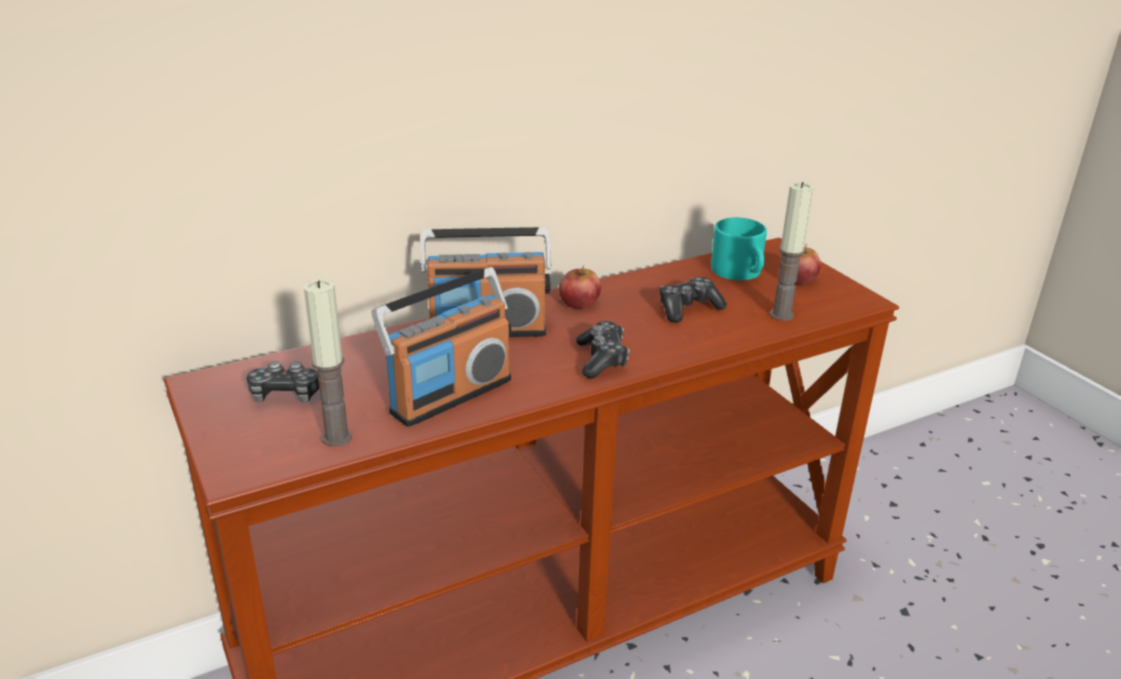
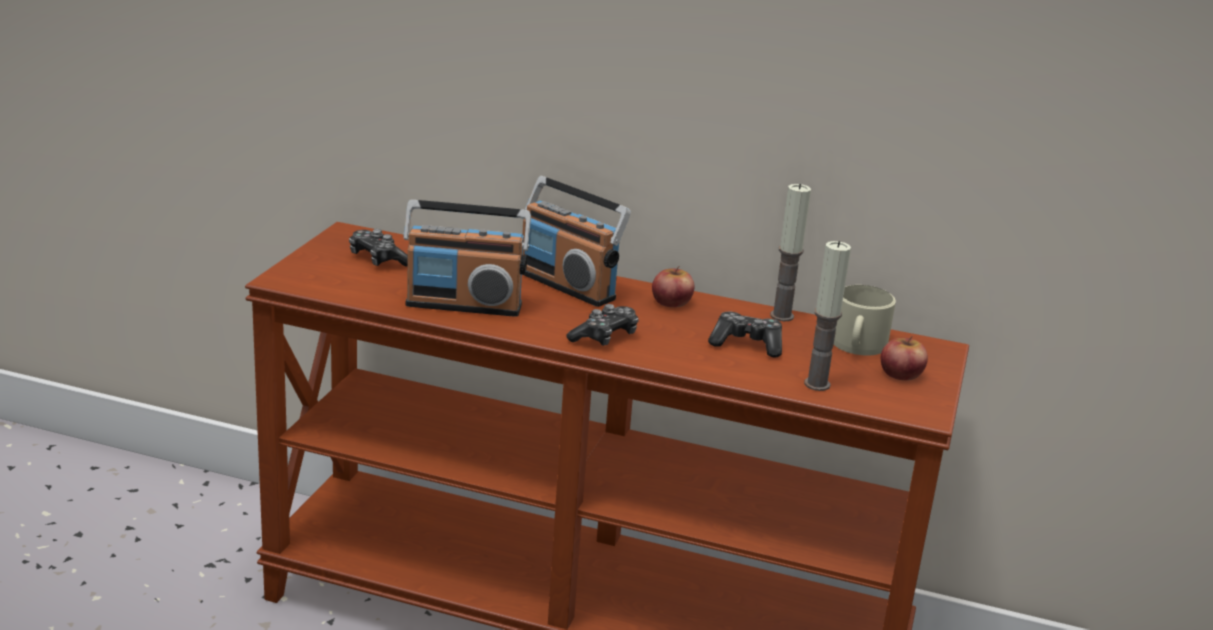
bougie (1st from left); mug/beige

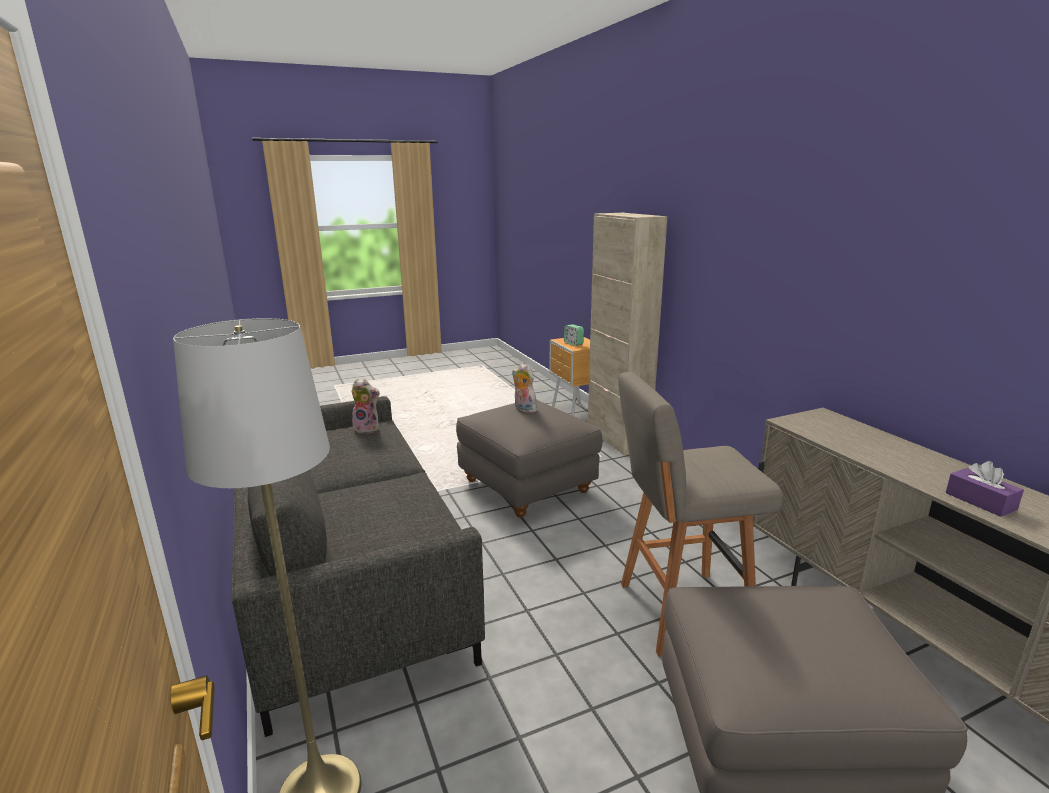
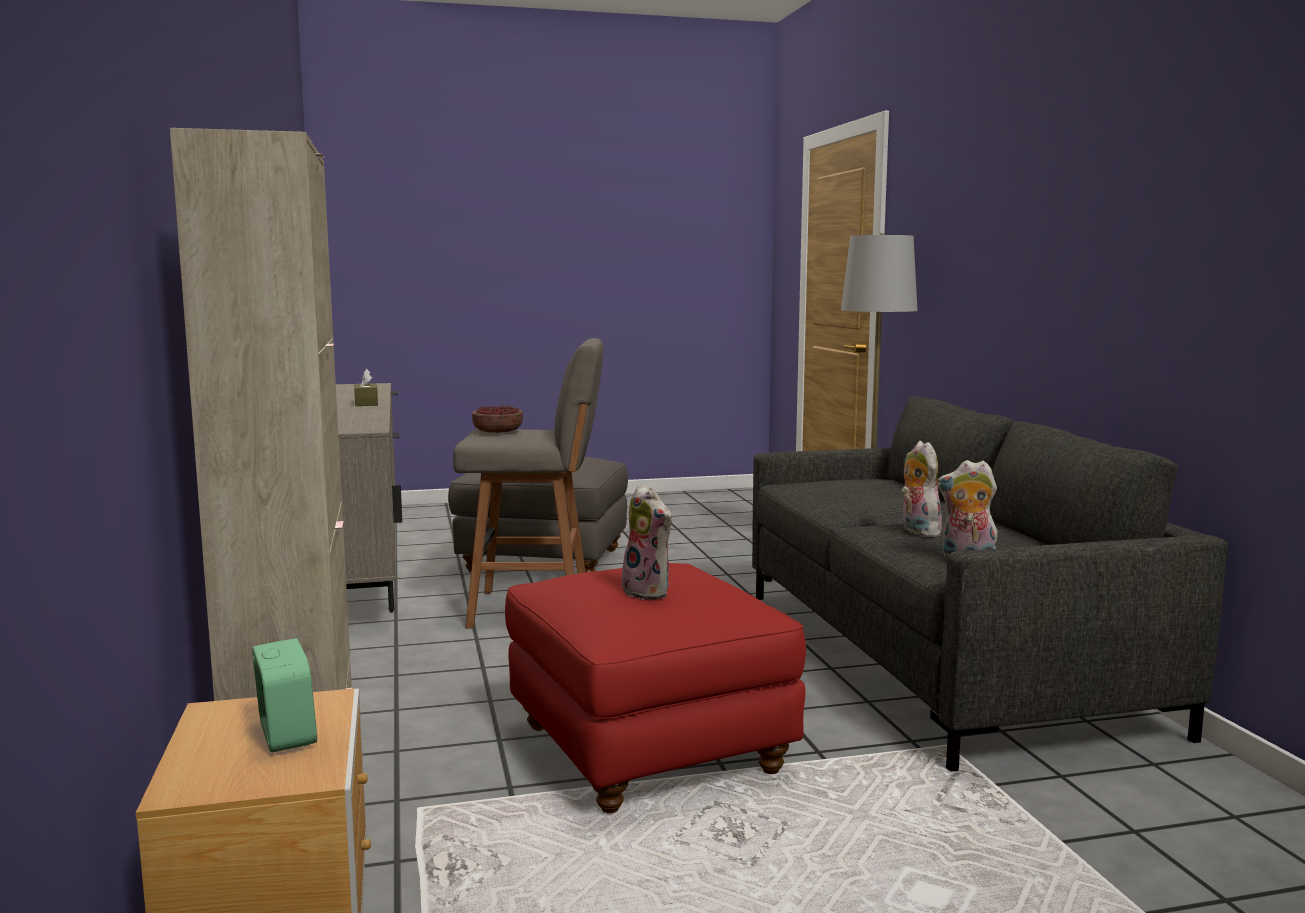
pouf/rouge; boîte à mouchoirs/marron; bol; peluche (2nd from left)

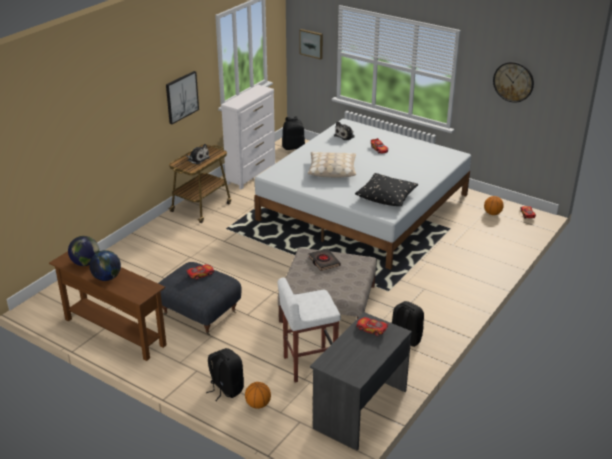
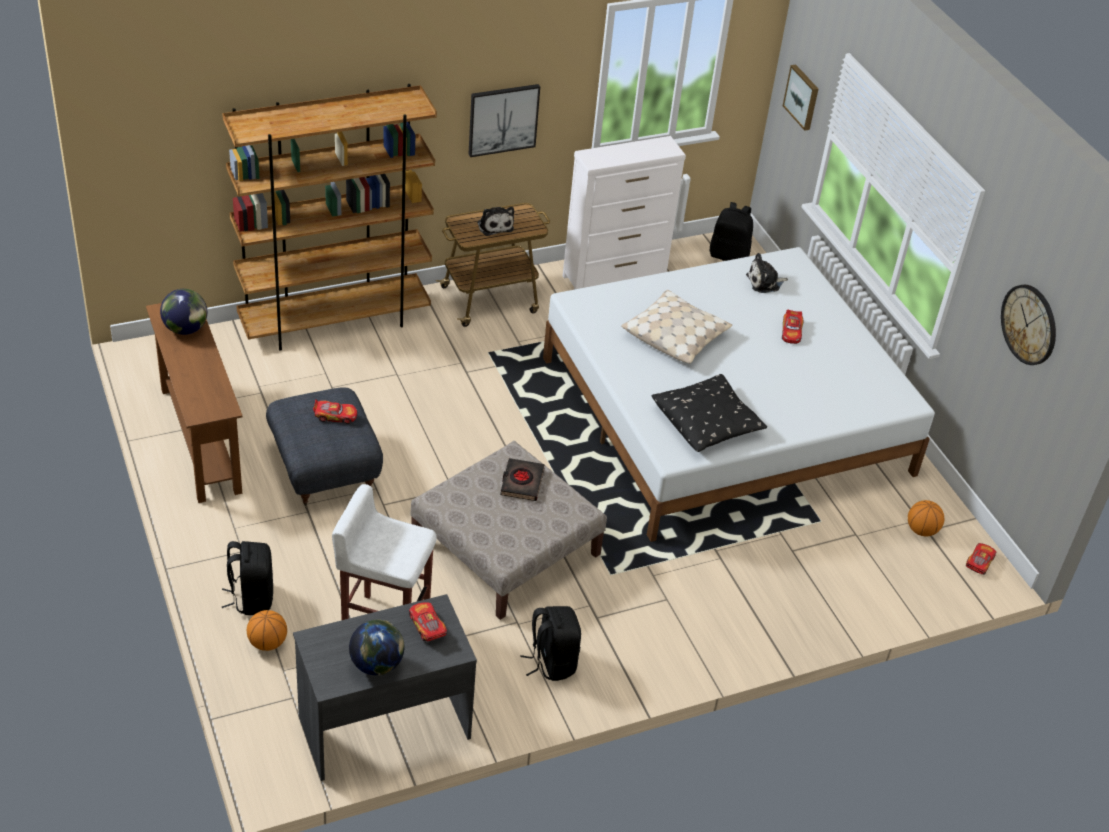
globe (2nd from left); bibliothèque/marron

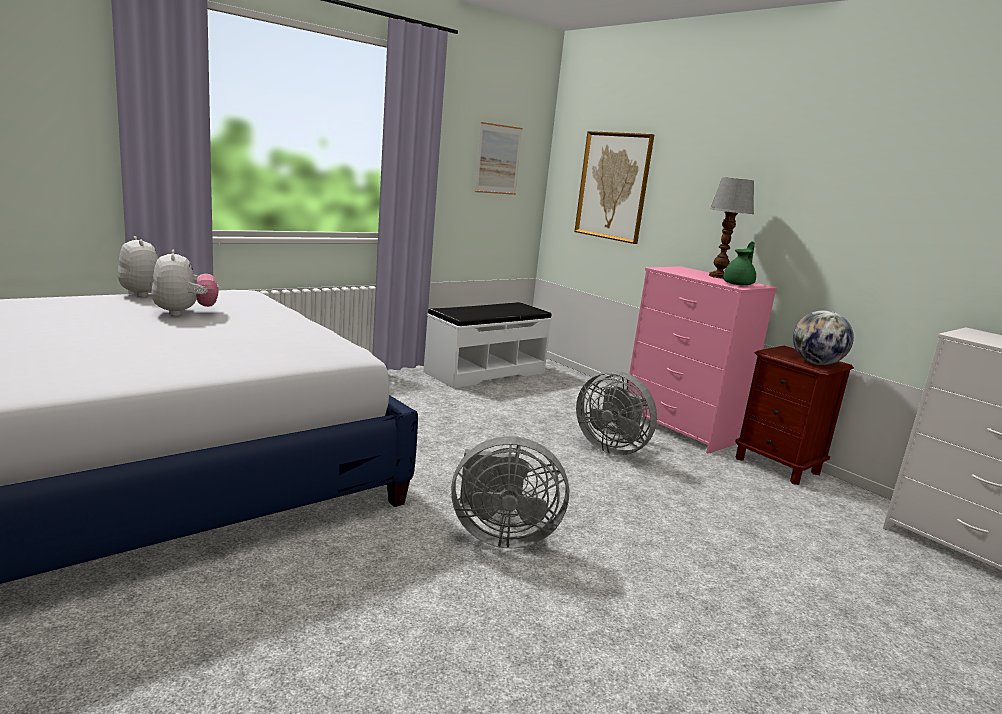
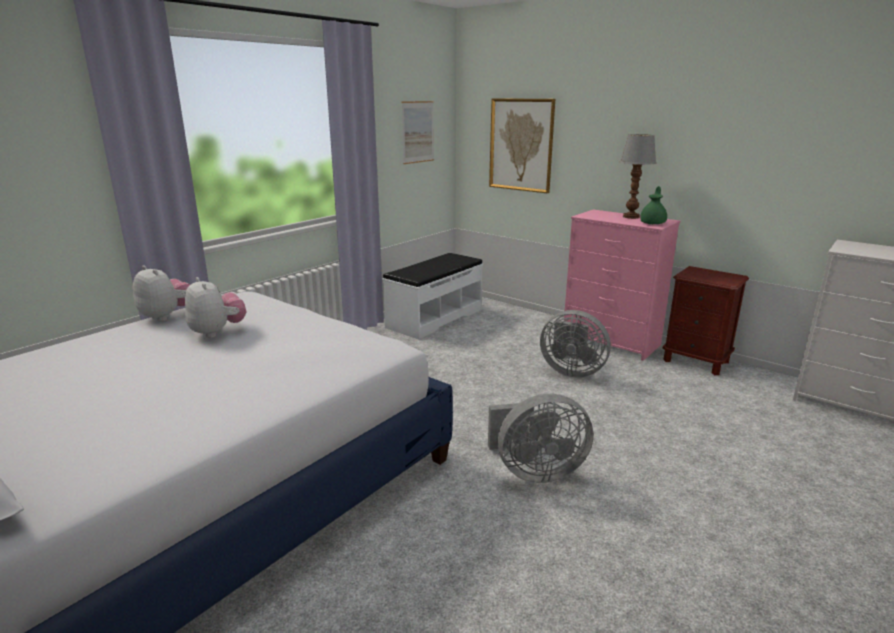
globe

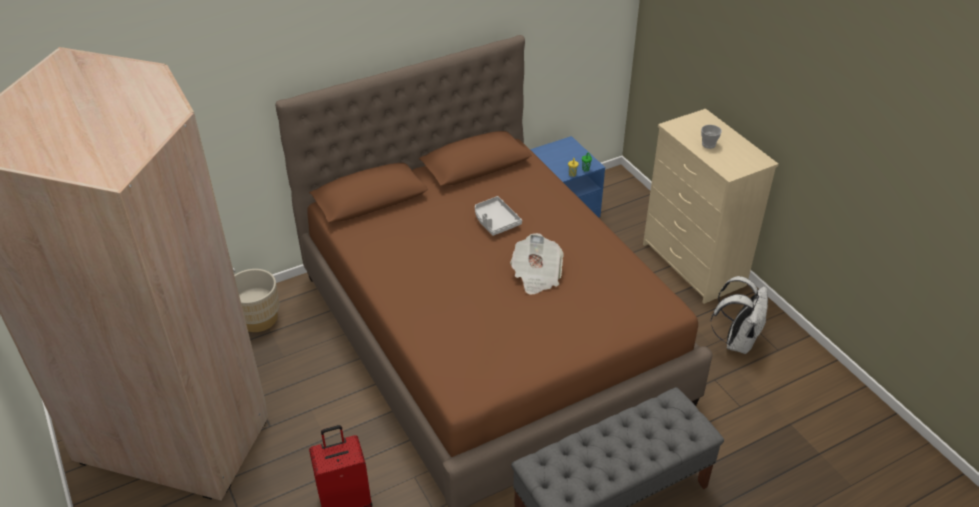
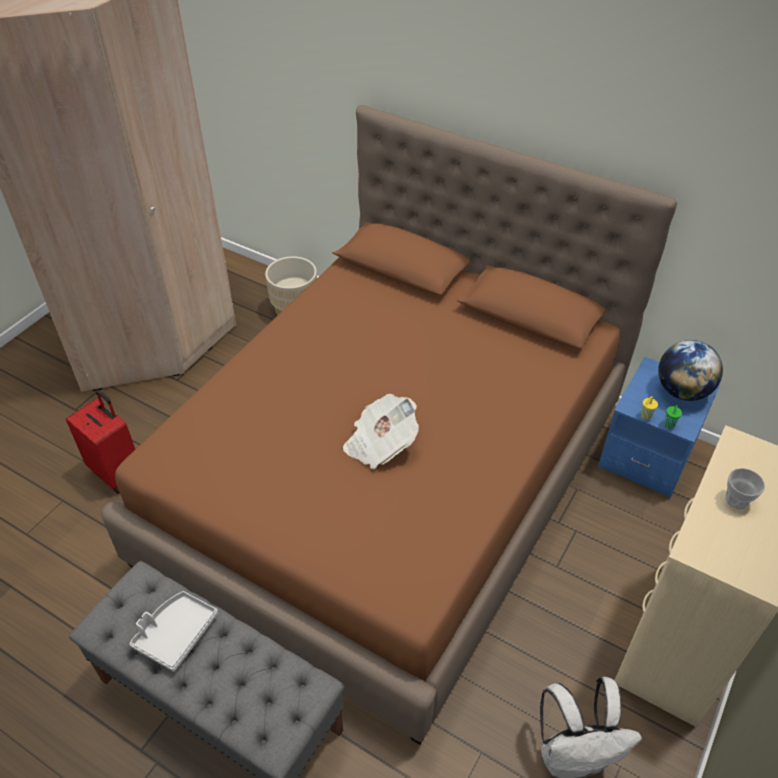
plateau/gris; globe

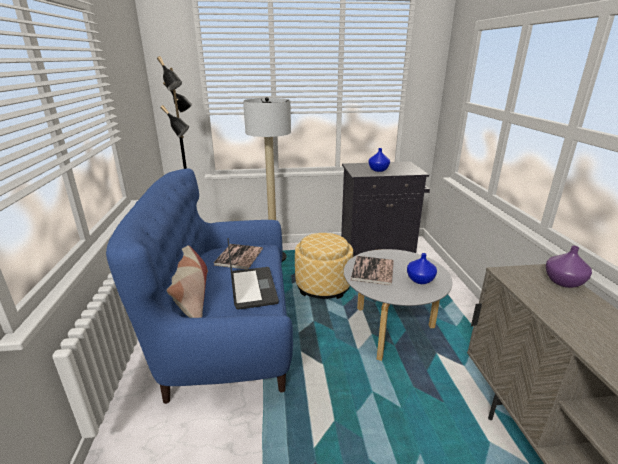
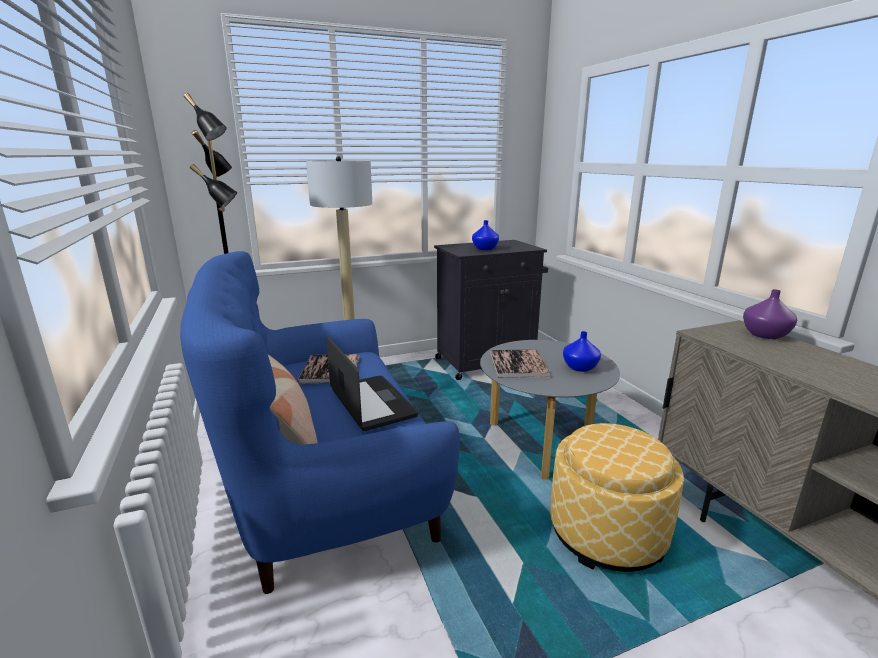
pouf

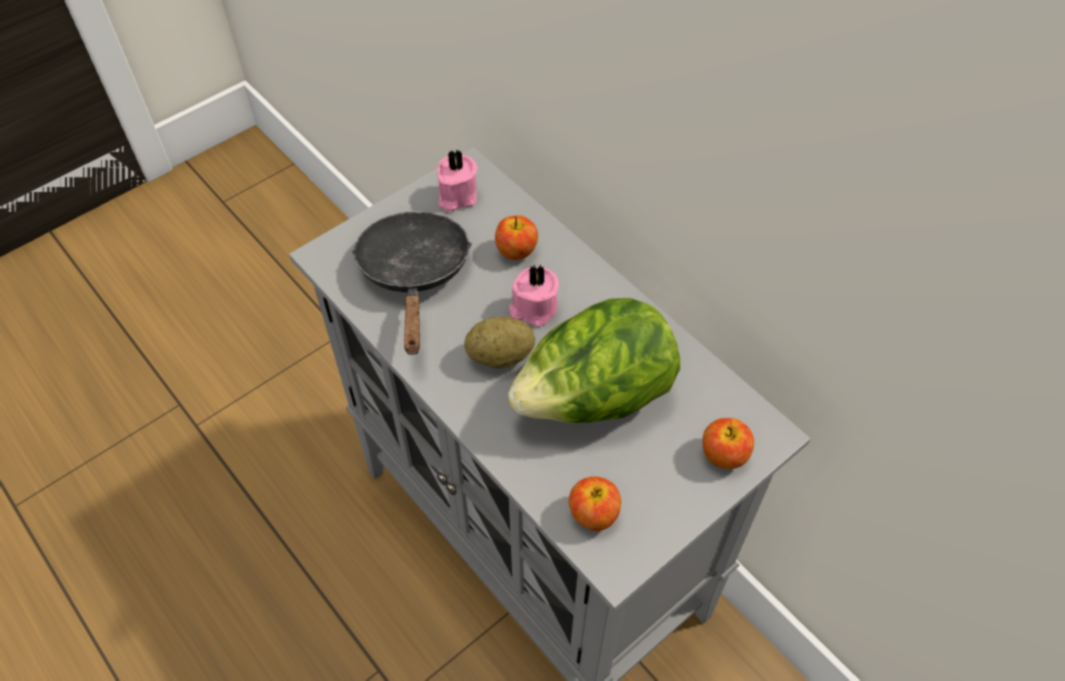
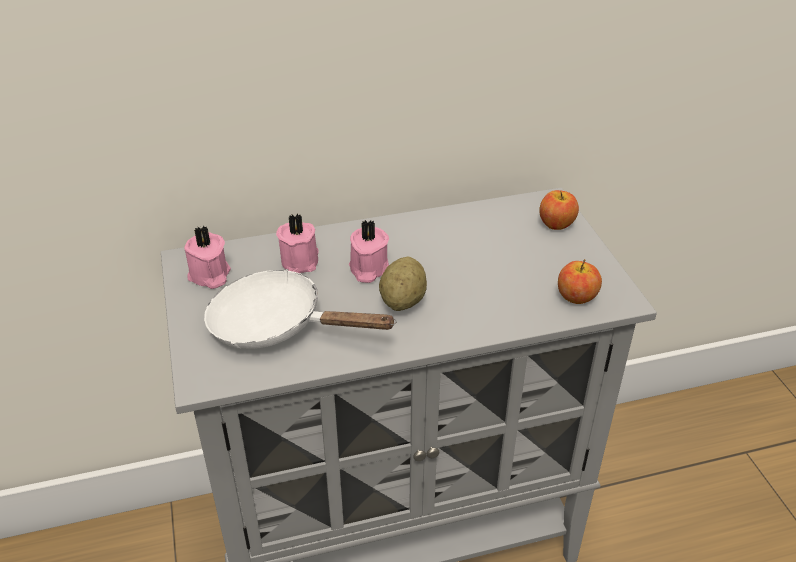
poêle/blanc; bougie/rose (2nd from left); laitue

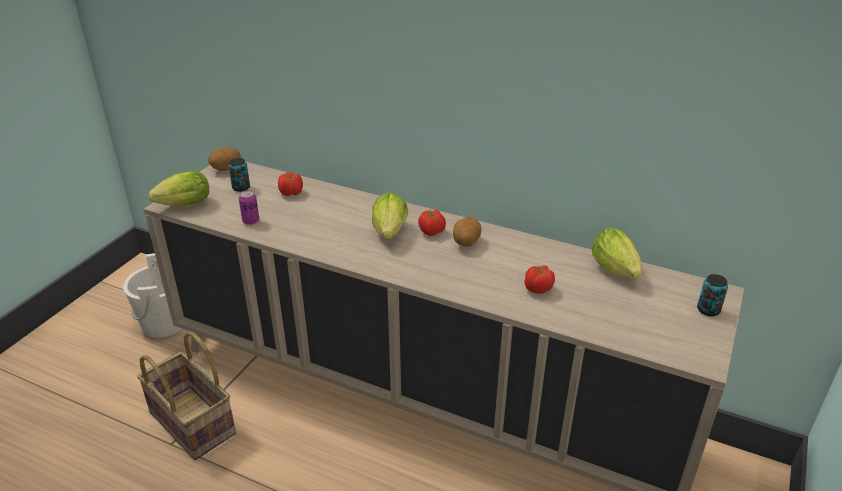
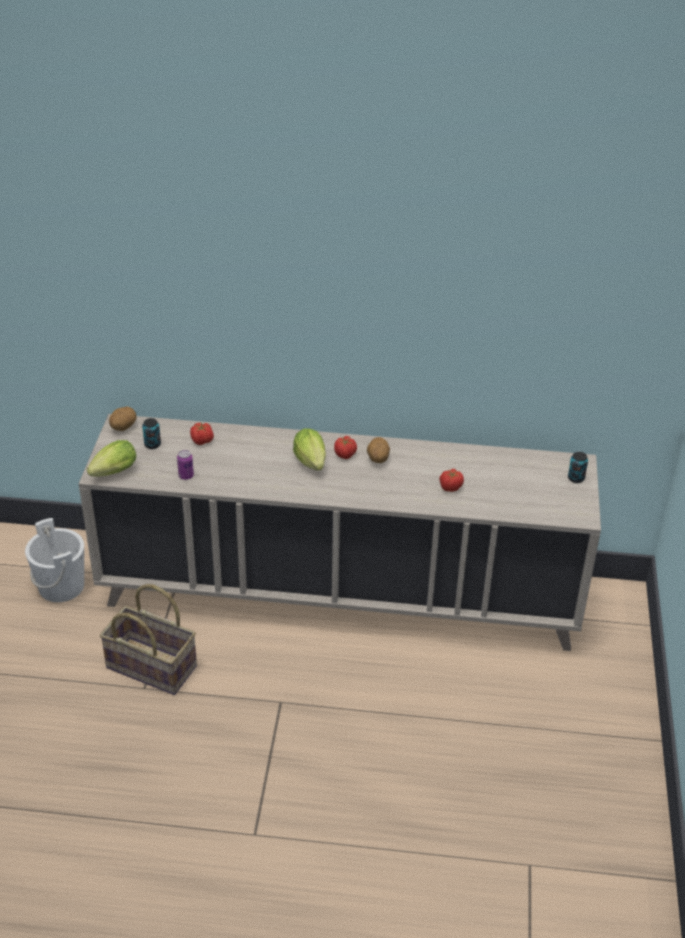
laitue (3rd from left in the first image)

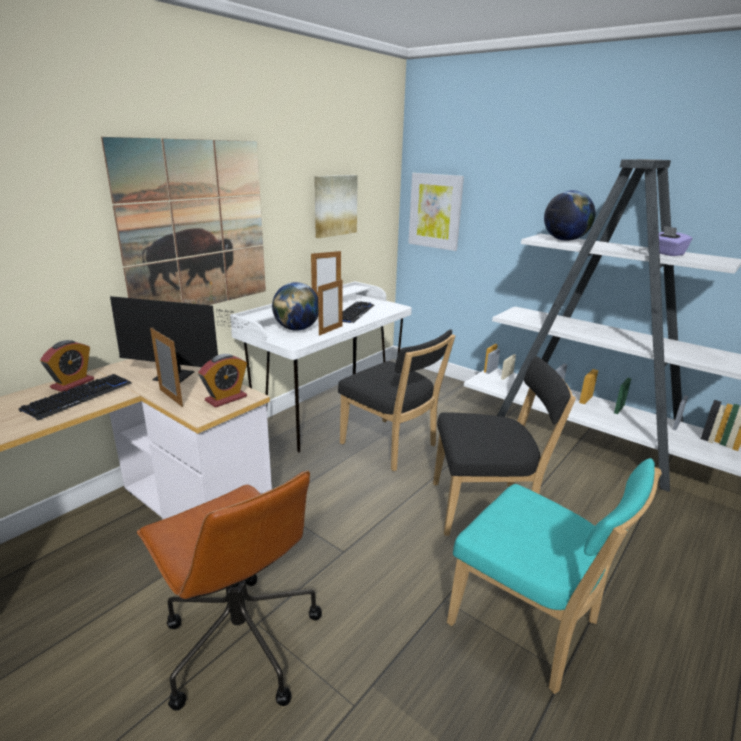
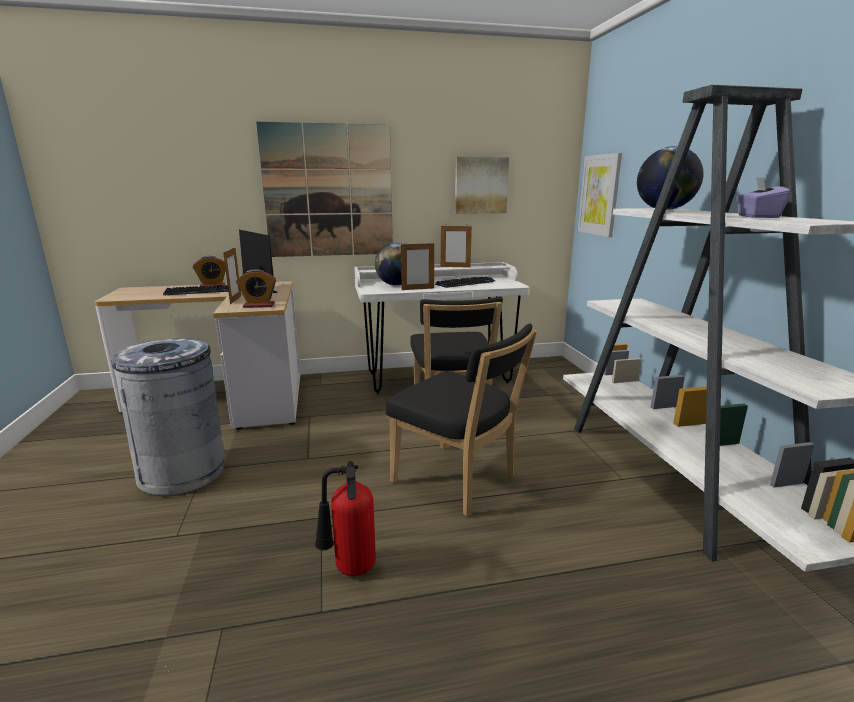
poubelle/gris; extincteur

